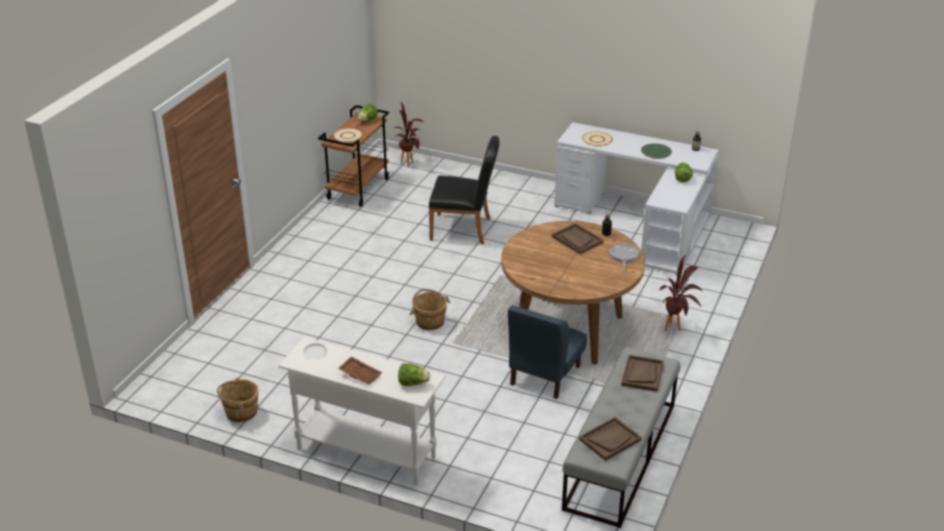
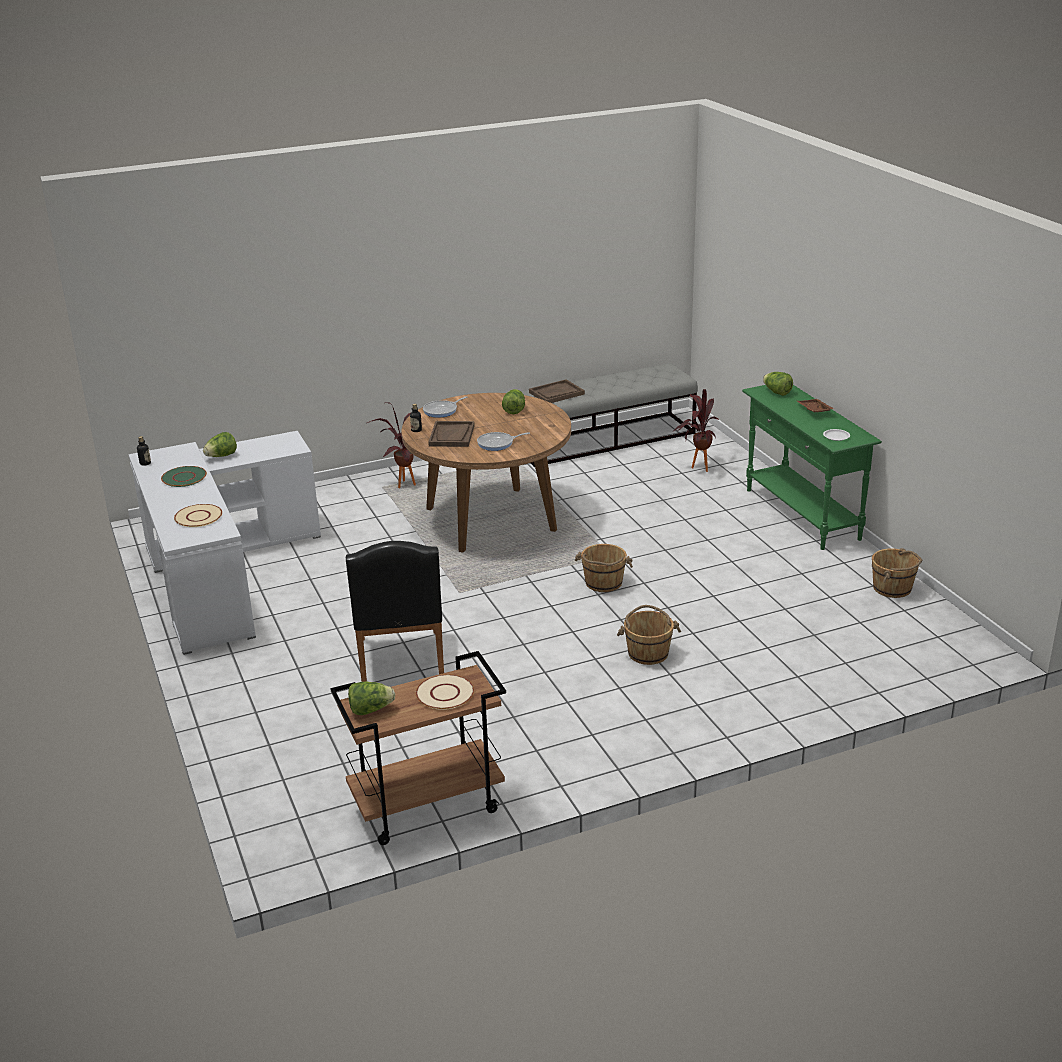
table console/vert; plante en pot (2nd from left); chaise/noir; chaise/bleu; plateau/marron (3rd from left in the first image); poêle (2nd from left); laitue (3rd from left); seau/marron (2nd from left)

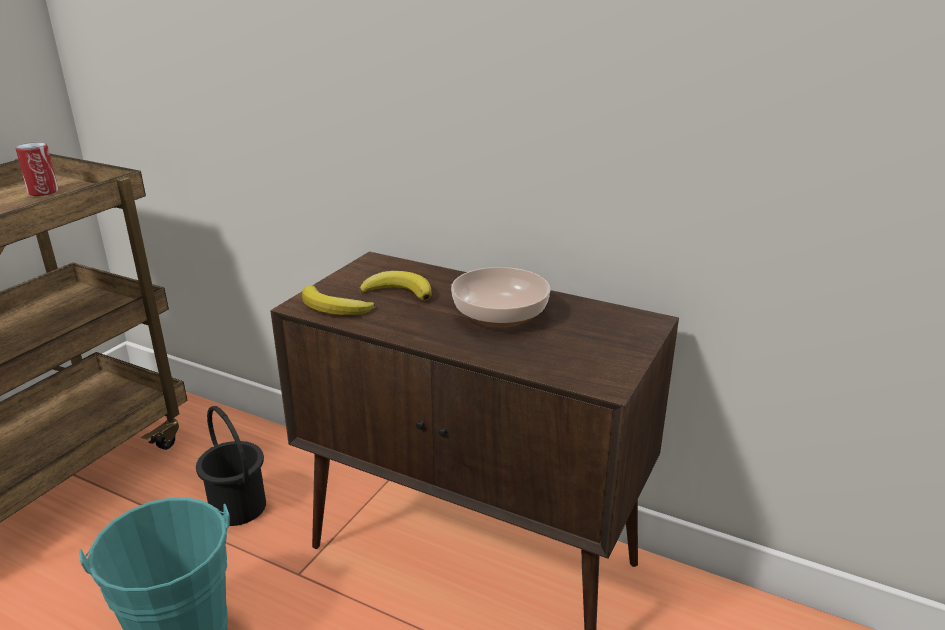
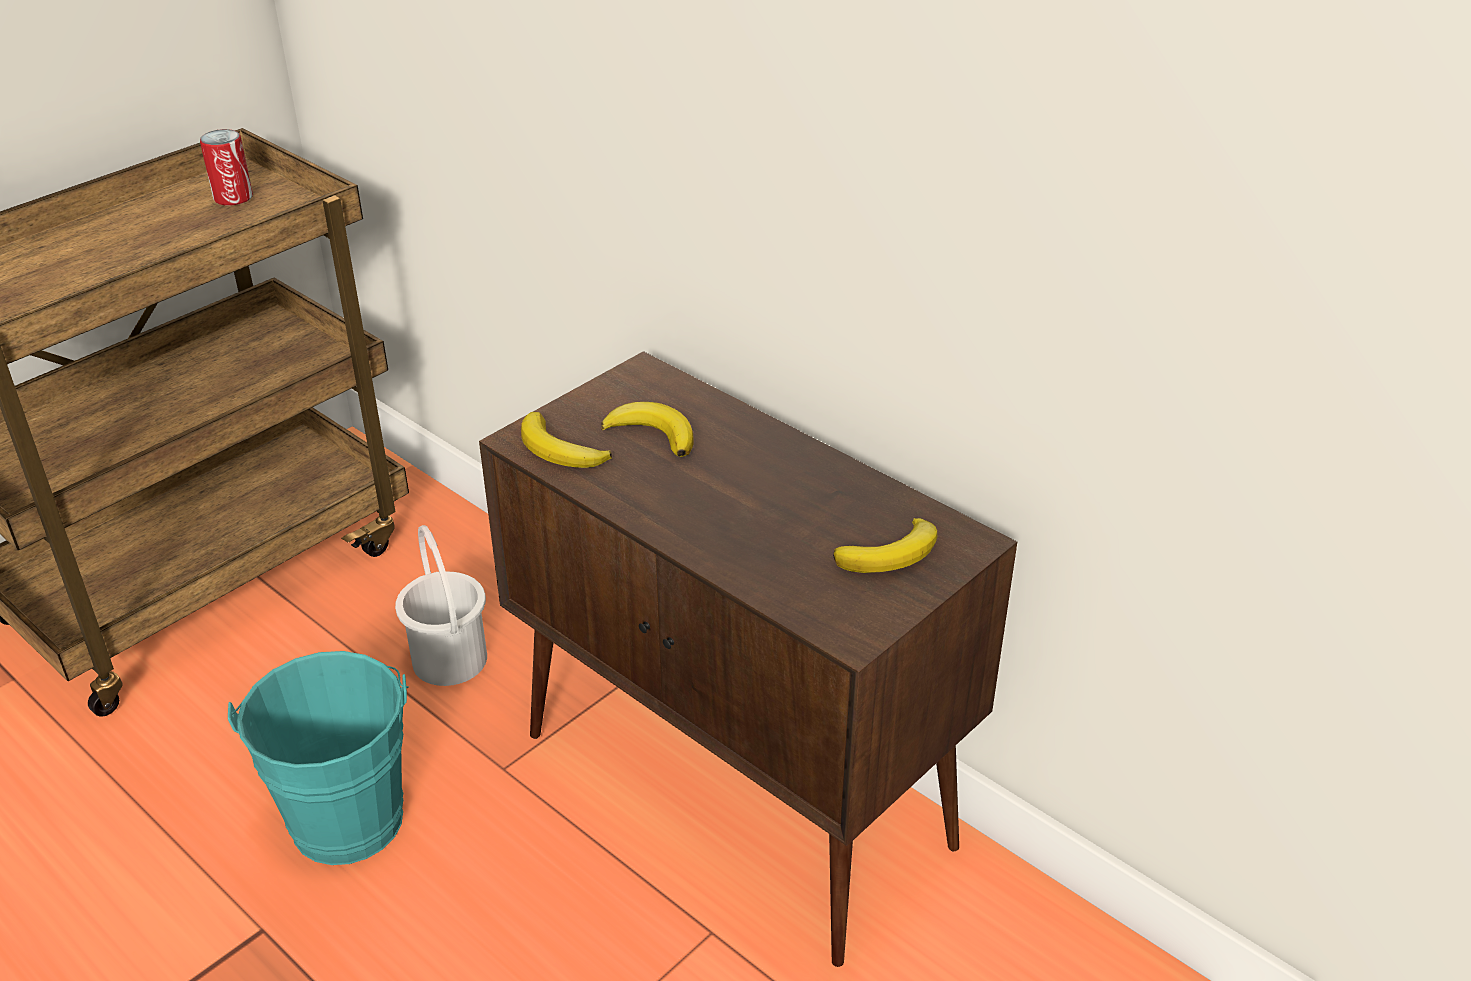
seau/blanc; bol; banane (3rd from left)

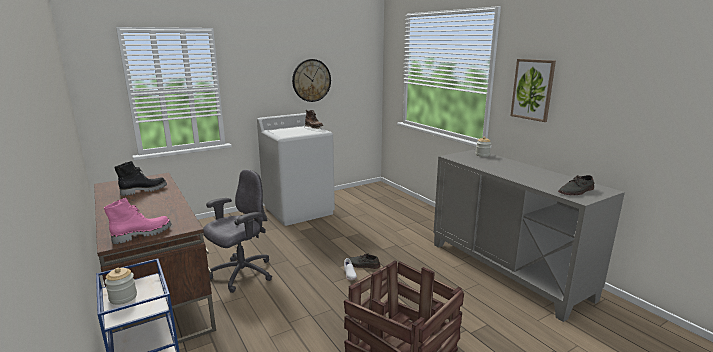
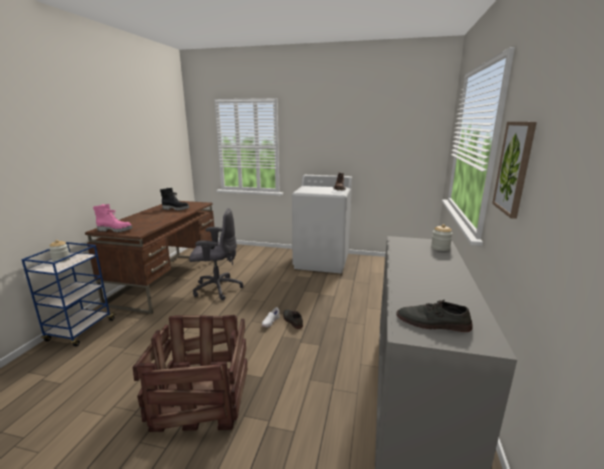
horloge murale

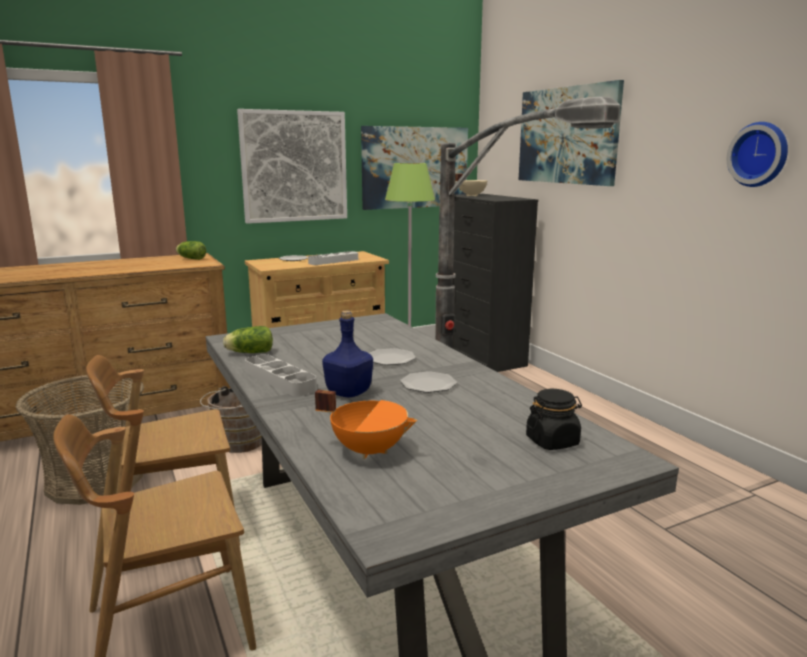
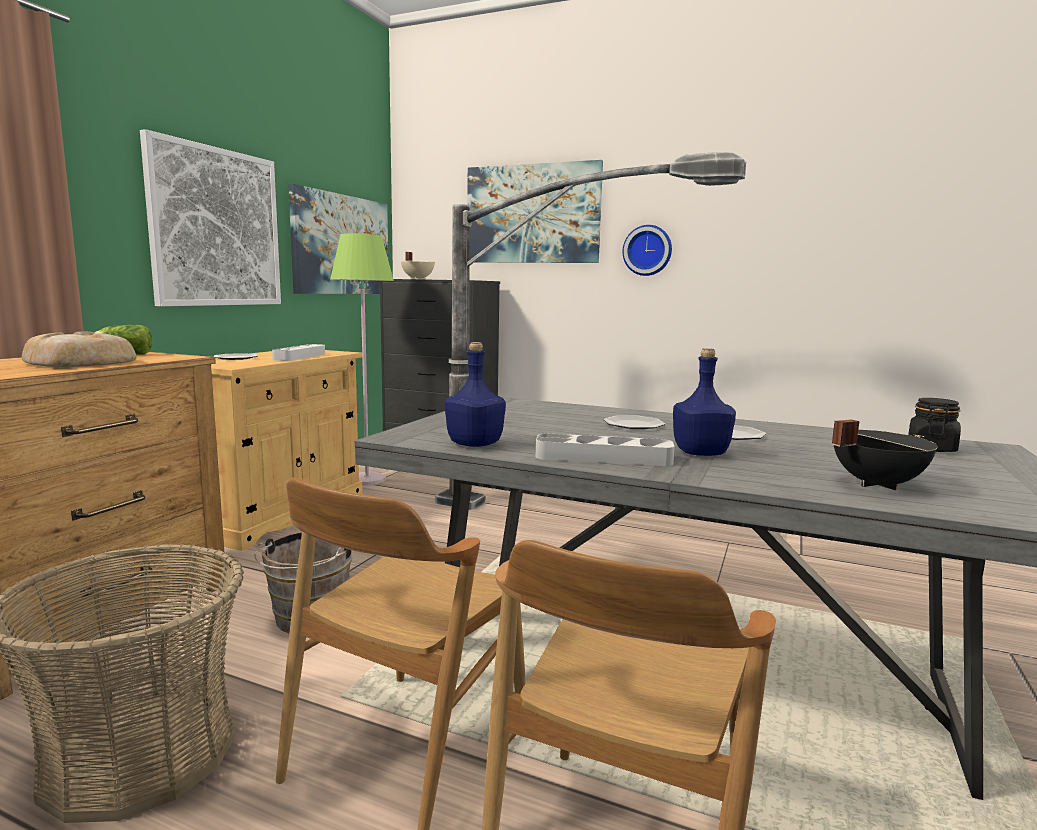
bouteille/bleu (1st from left); marmite/noir; horloge murale; pain

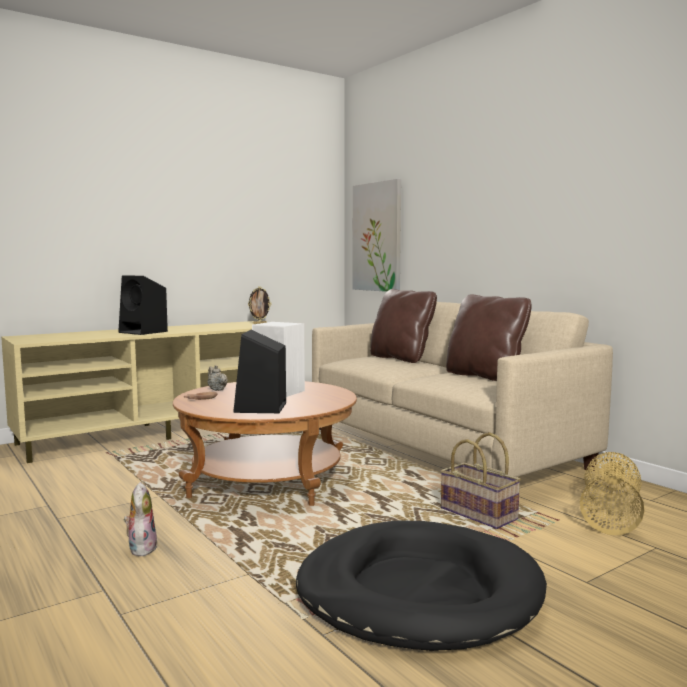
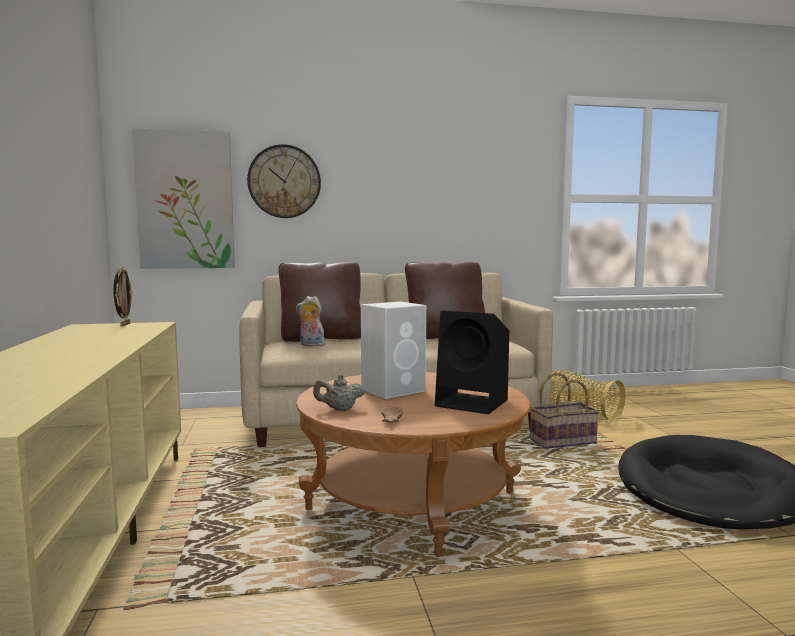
enceinte/noir (1st from left in the first image); peluche; horloge murale

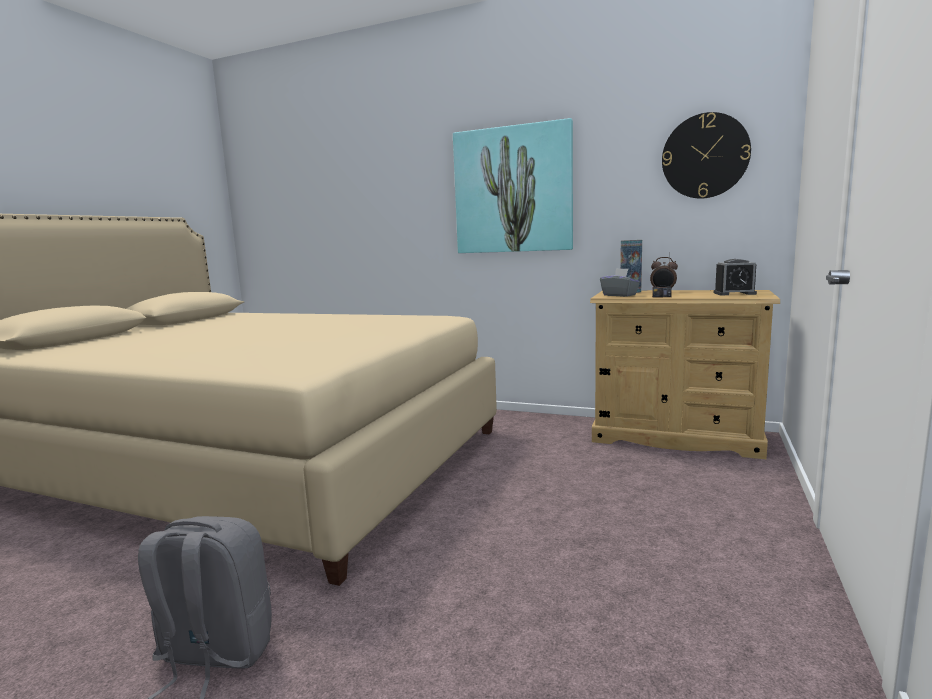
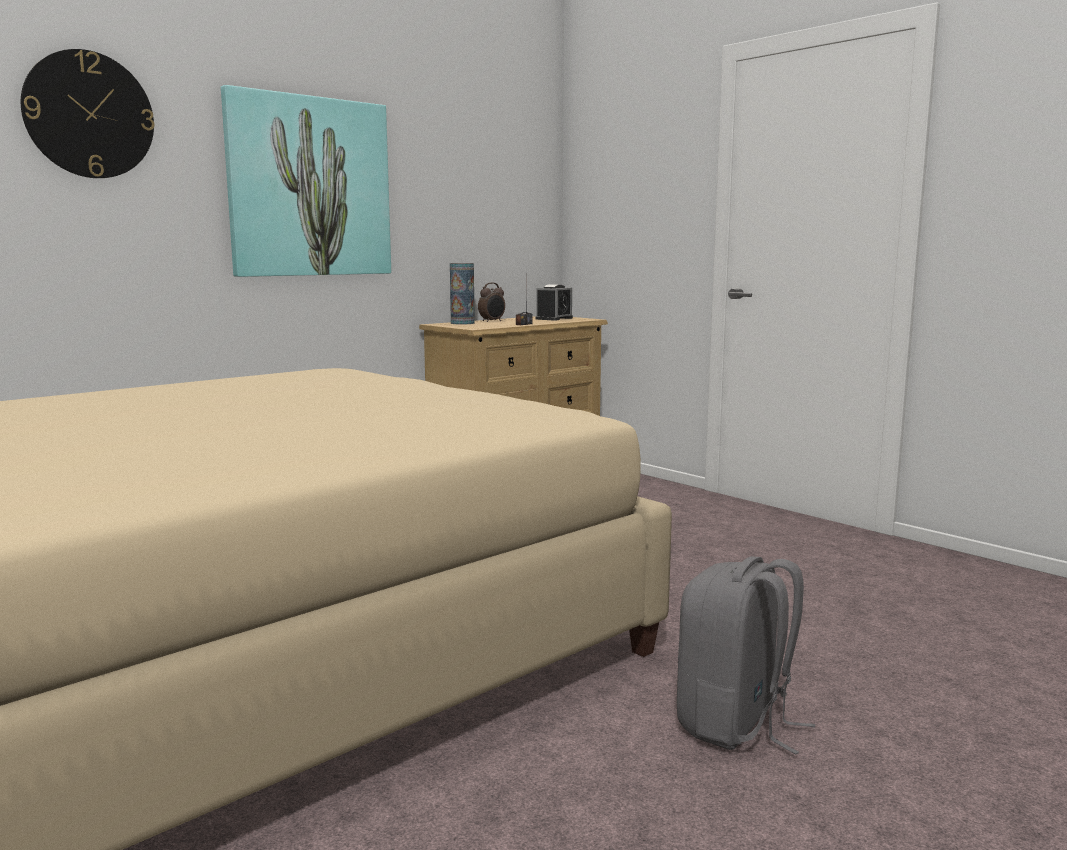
boîte à mouchoirs/gris; horloge murale

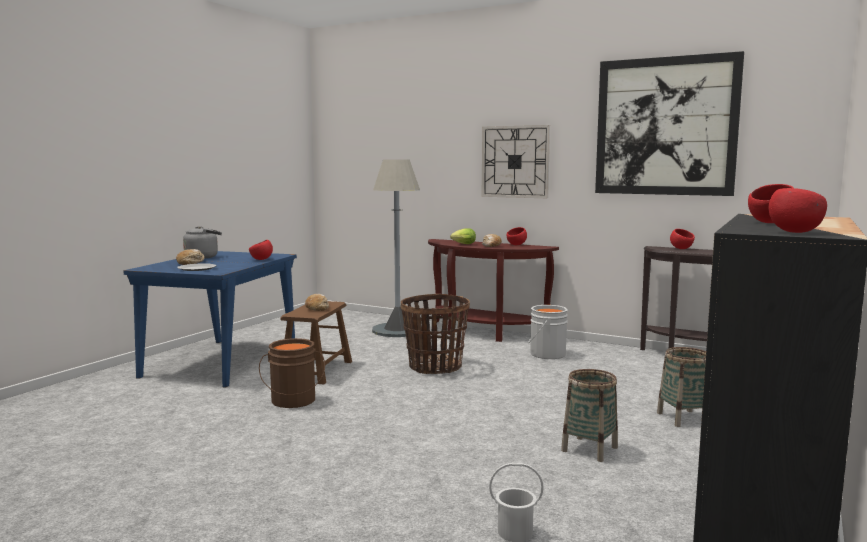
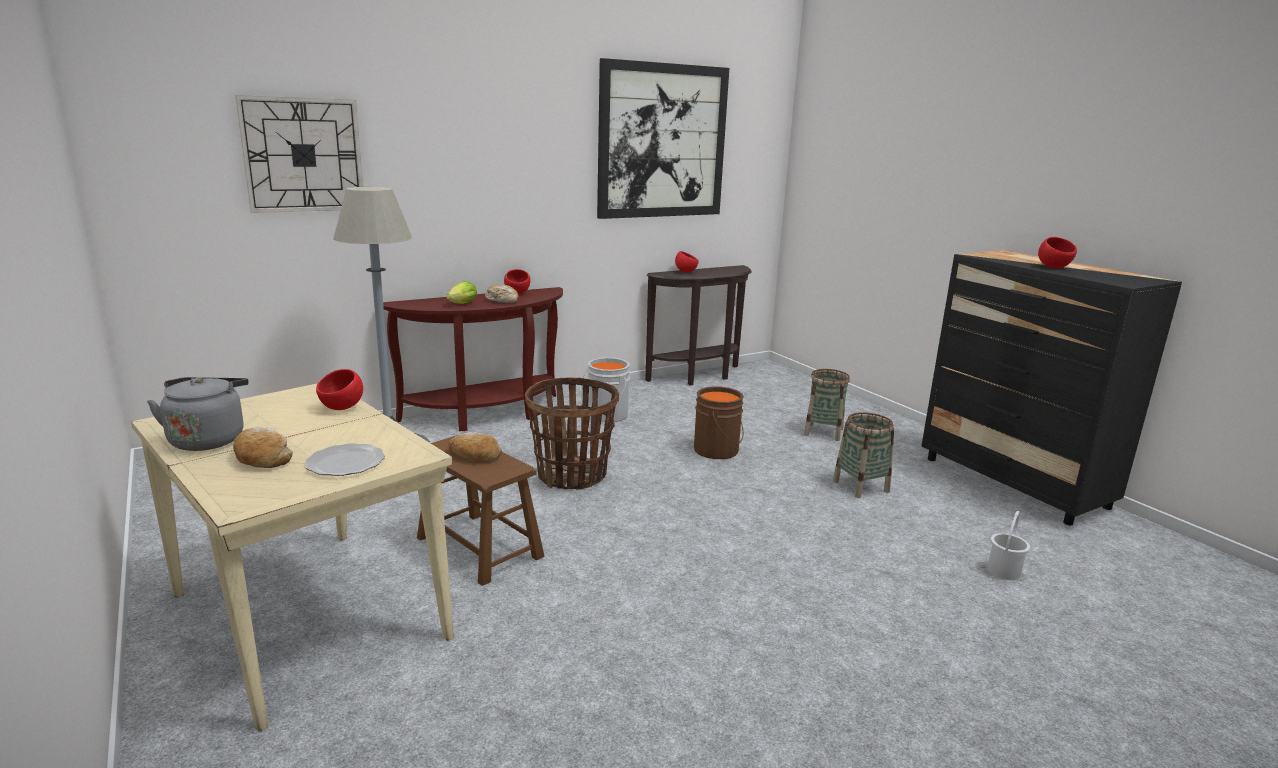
table à manger/beige; seau/marron; horloge murale; bol/rouge (5th from left in the first image)

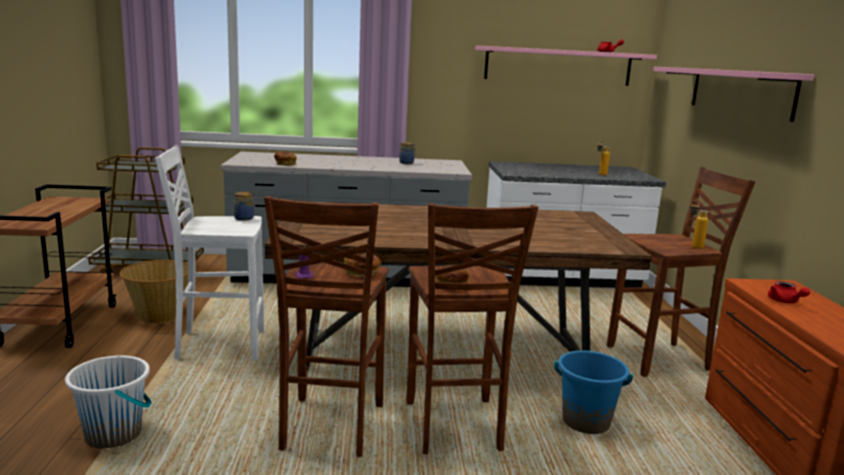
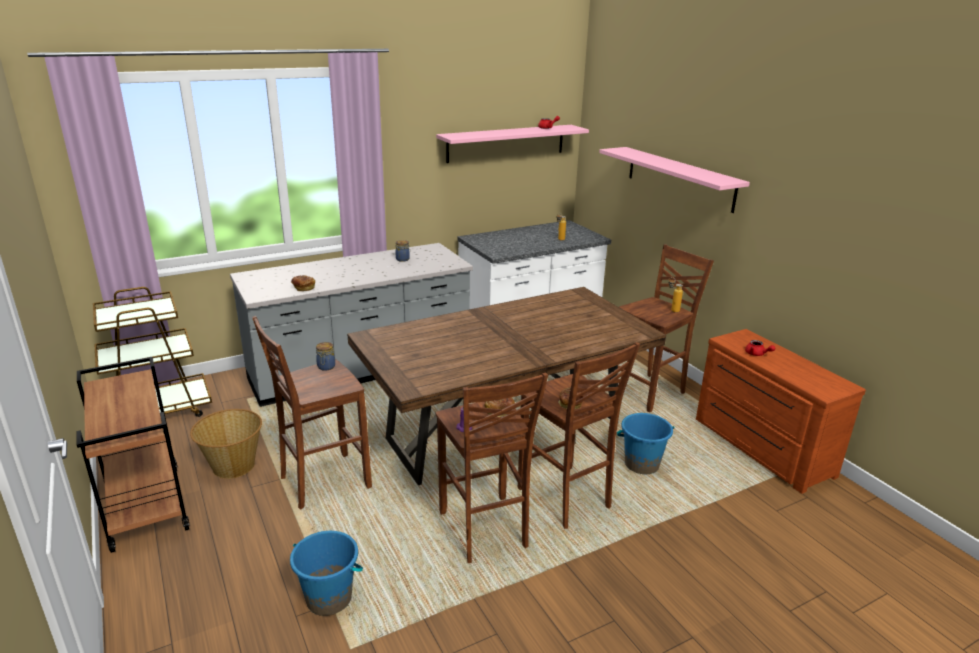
seau/bleu (1st from left); tabouret/marron (1st from left)

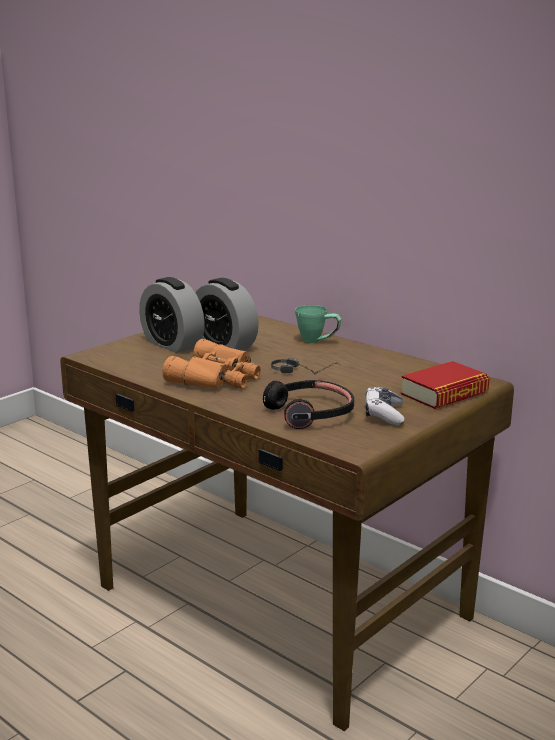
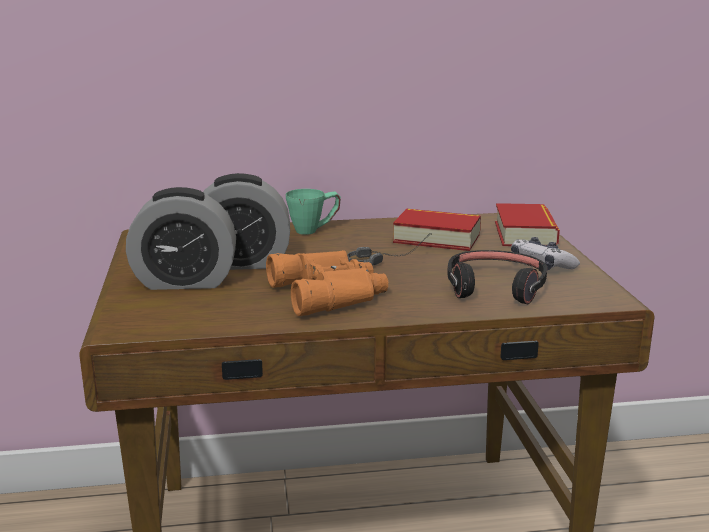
livre (1st from left)

